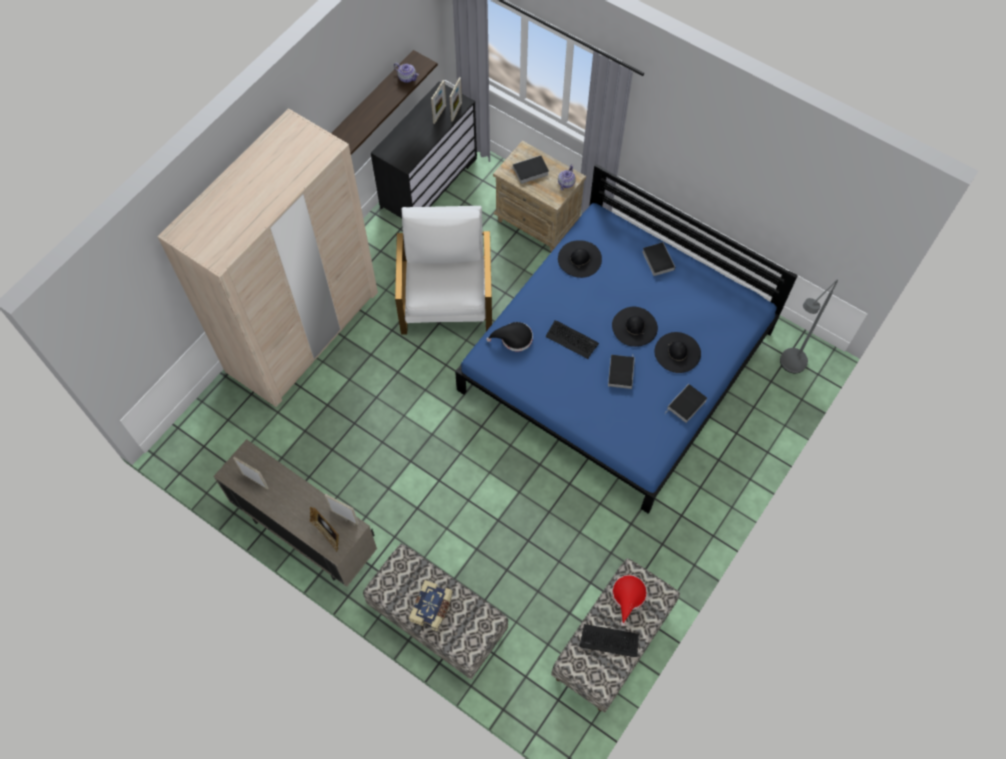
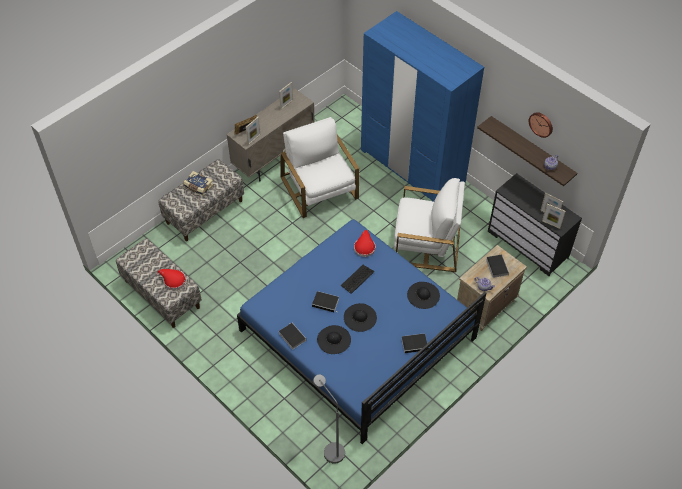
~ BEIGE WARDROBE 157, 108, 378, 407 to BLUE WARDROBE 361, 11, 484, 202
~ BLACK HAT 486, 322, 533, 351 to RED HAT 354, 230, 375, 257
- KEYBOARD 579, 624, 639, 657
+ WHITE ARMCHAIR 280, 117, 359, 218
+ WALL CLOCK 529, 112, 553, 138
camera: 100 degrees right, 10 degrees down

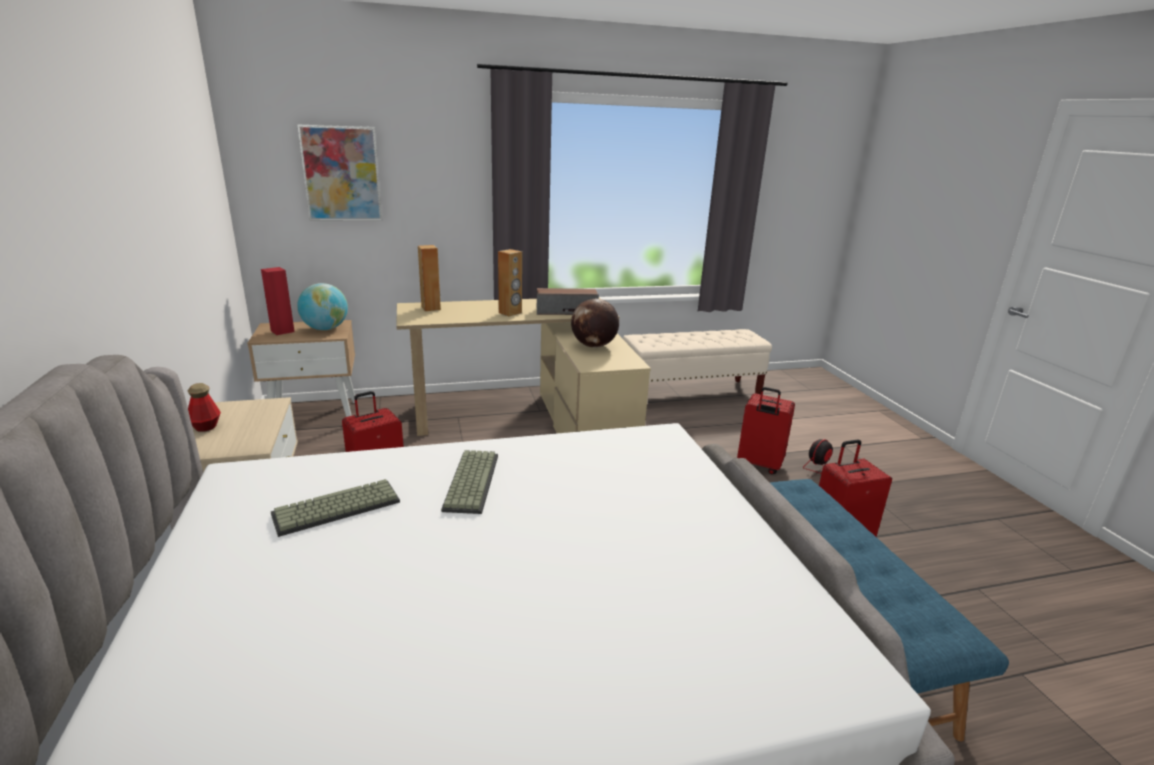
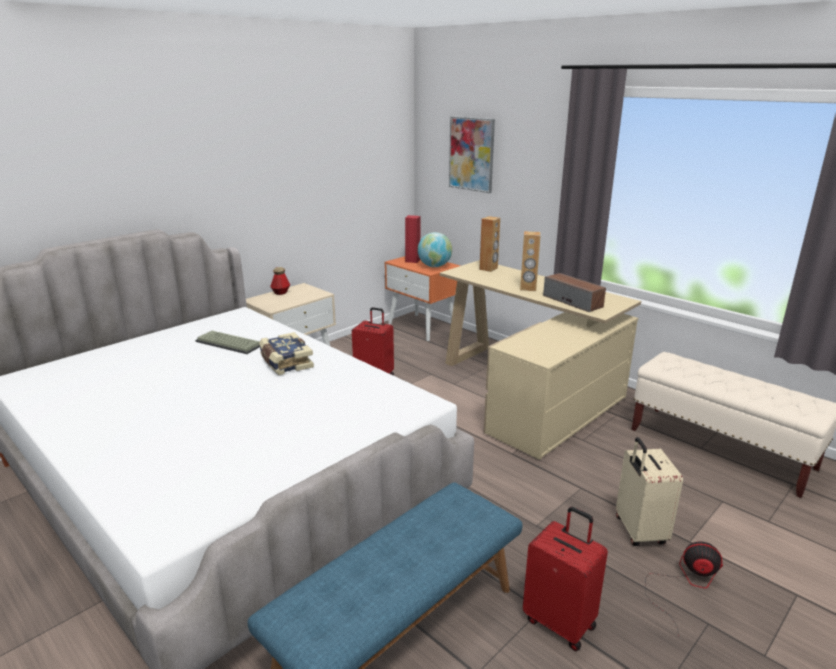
~ BEIGE NIGHTSTAND 247, 320, 355, 417 to ORANGE NIGHTSTAND 385, 256, 460, 341
~ KEYBOARD 441, 450, 498, 514 to BOOK 259, 332, 314, 375
- GLOBE 571, 299, 619, 348
~ RED SUITCASE 737, 387, 795, 475 to BEIGE SUITCASE 616, 437, 683, 546
camera: 60 degrees right, 0 degrees up

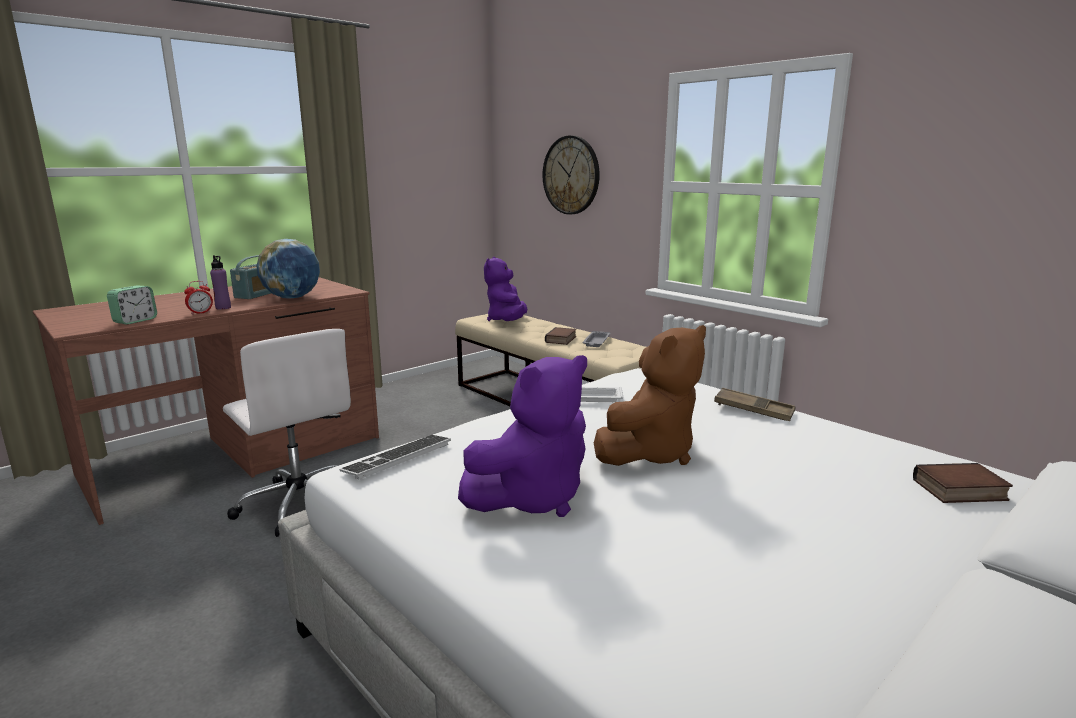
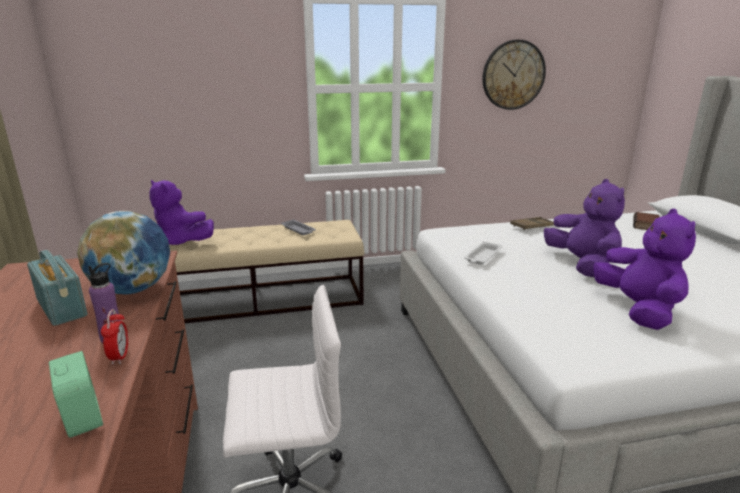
- KEYBOARD 340, 435, 451, 479
~ WALL CLOCK 543, 135, 600, 214 to 482, 40, 546, 110
- BOOK 545, 327, 576, 345
~ BROWN PLUSH TOY 594, 325, 706, 466 to PURPLE PLUSH TOY 544, 179, 625, 277
camera: 60 degrees left, 5 degrees up

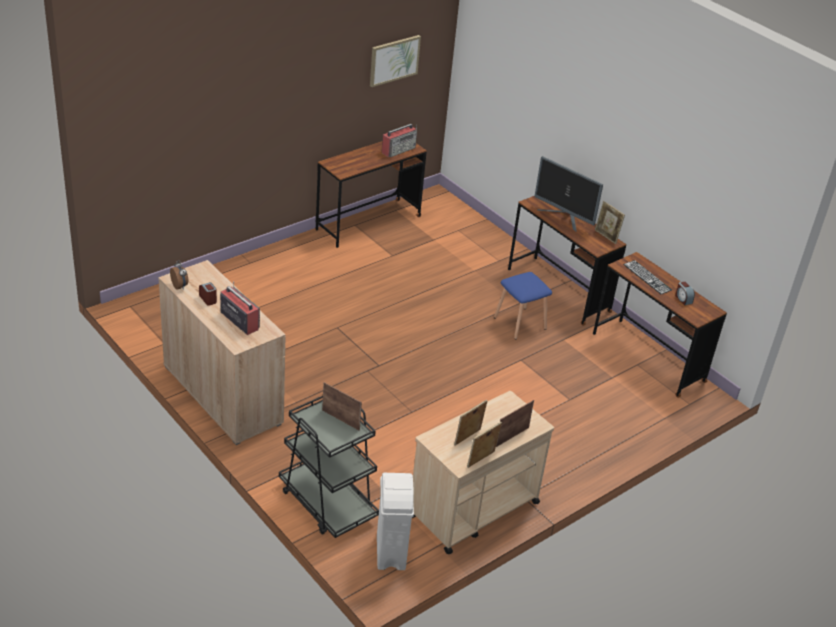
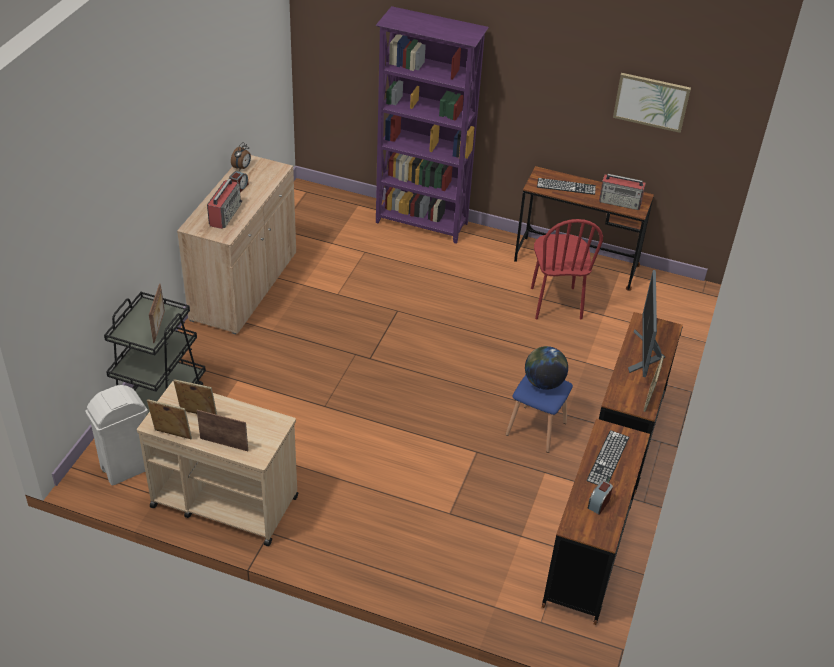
+ PURPLE BOOKCASE 376, 6, 489, 244
+ GLOBE 525, 346, 568, 390
+ RED CHAIR 531, 219, 603, 319
+ KEYBOARD 537, 178, 596, 195
camera: 60 degrees right, 5 degrees up

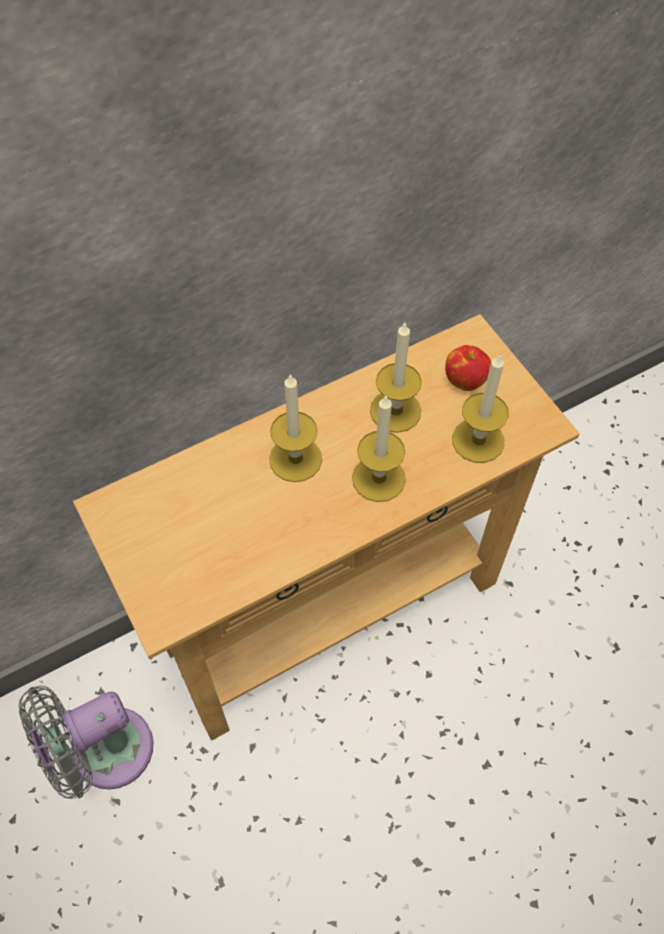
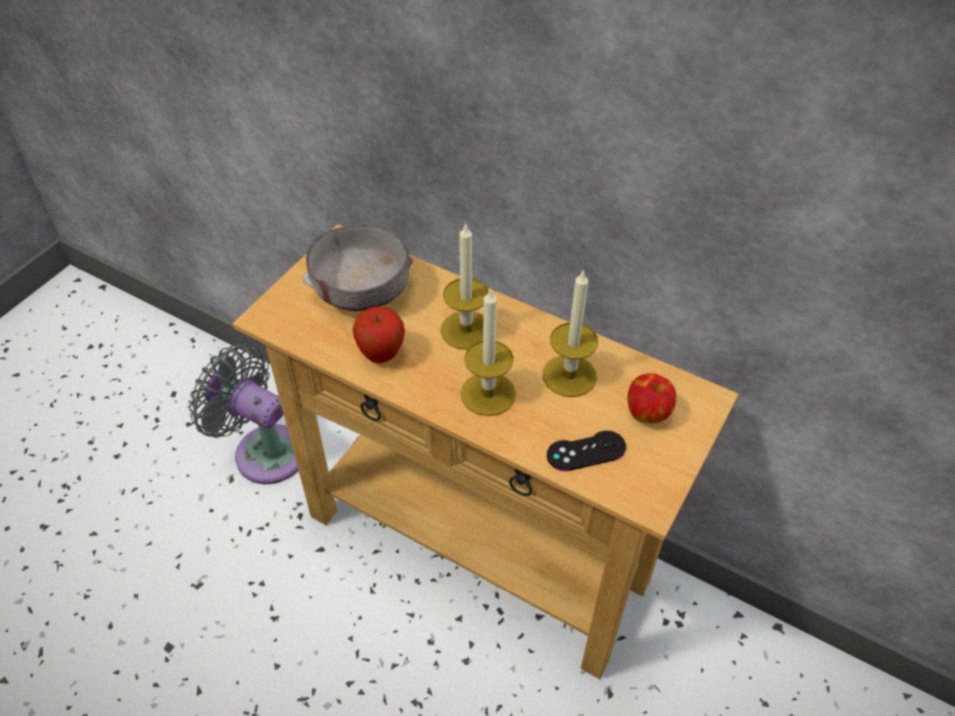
~ CANDLE 452, 355, 509, 463 to BLACK GAME CONTROLLER 547, 431, 626, 471
+ GREY BOWL 303, 224, 413, 311
+ APPLE 353, 306, 405, 363
camera: 60 degrees right, 10 degrees down

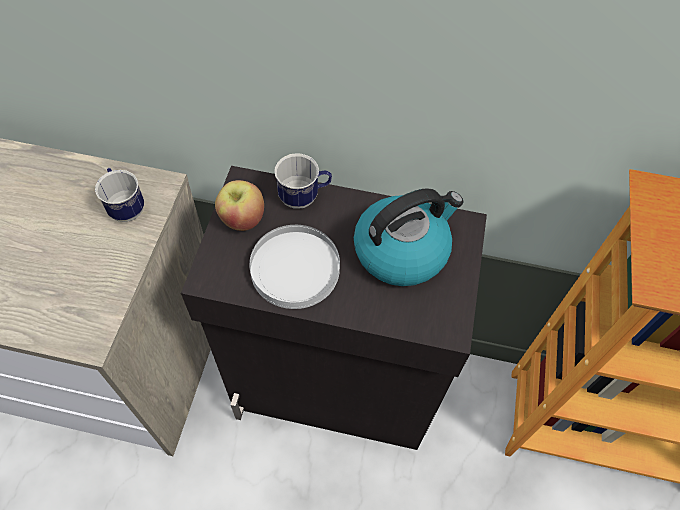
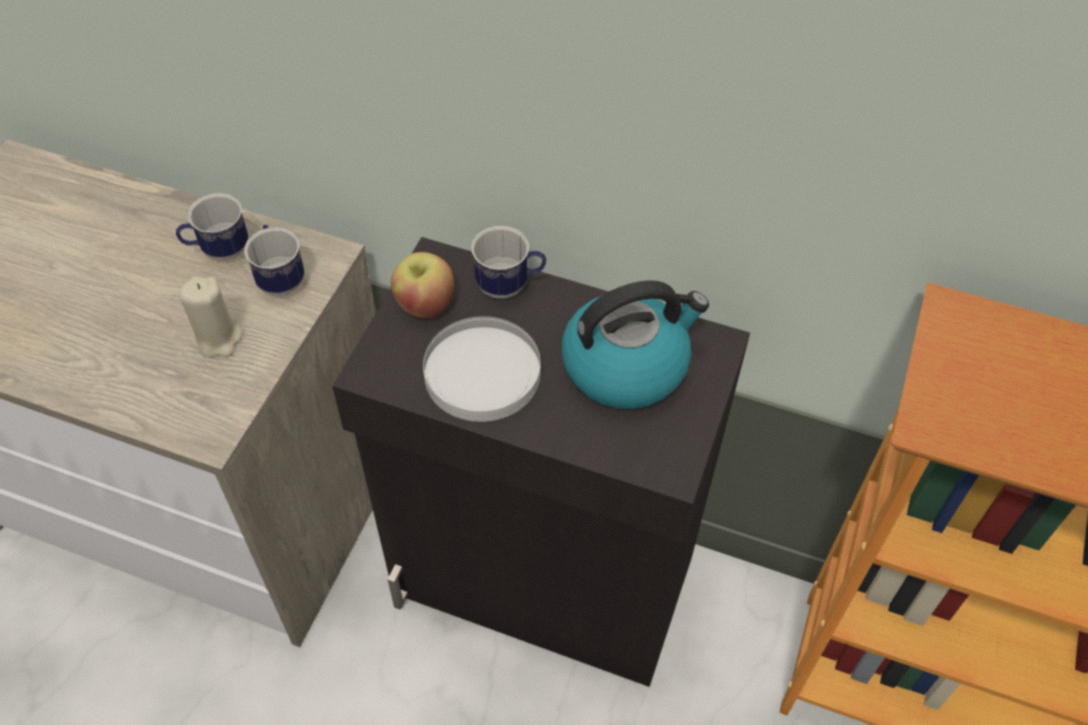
+ MUG 176, 194, 249, 261
+ BEIGE CANDLE 179, 277, 242, 358
camera: 10 degrees right, 5 degrees down

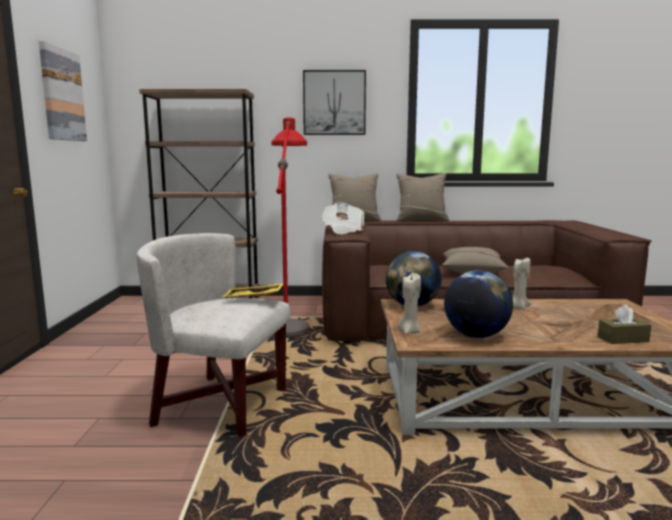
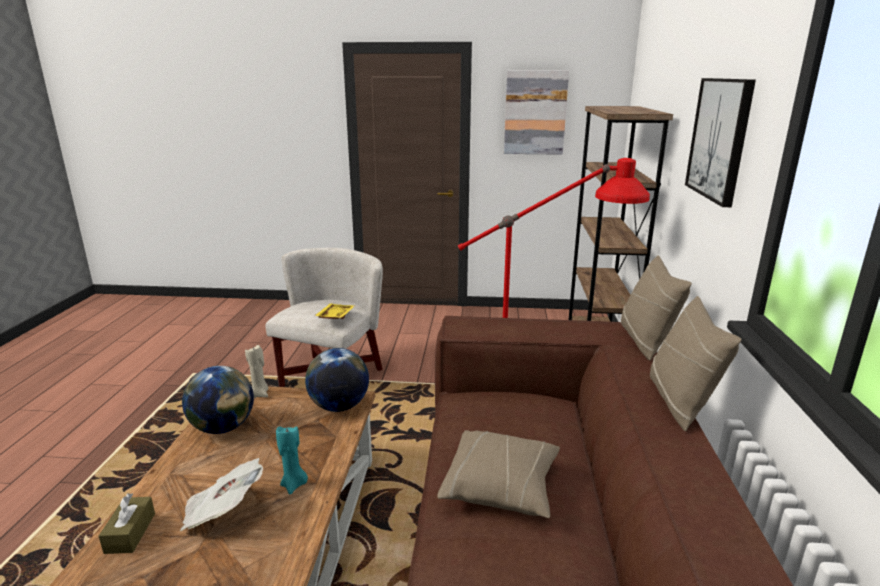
~ NEWSPAPER 321, 202, 365, 234 to 180, 458, 263, 531
~ BEIGE CANDLE 512, 258, 531, 310 to TURQUOISE CANDLE 276, 425, 308, 494
camera: 95 degrees right, 10 degrees up

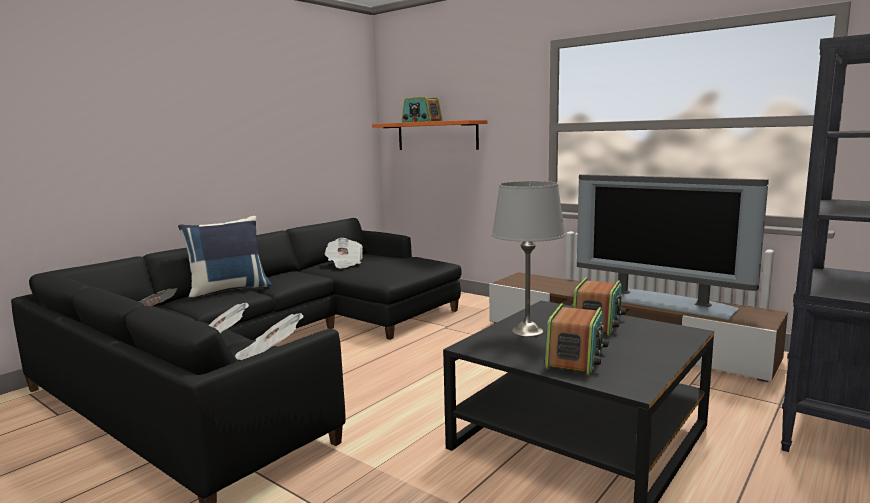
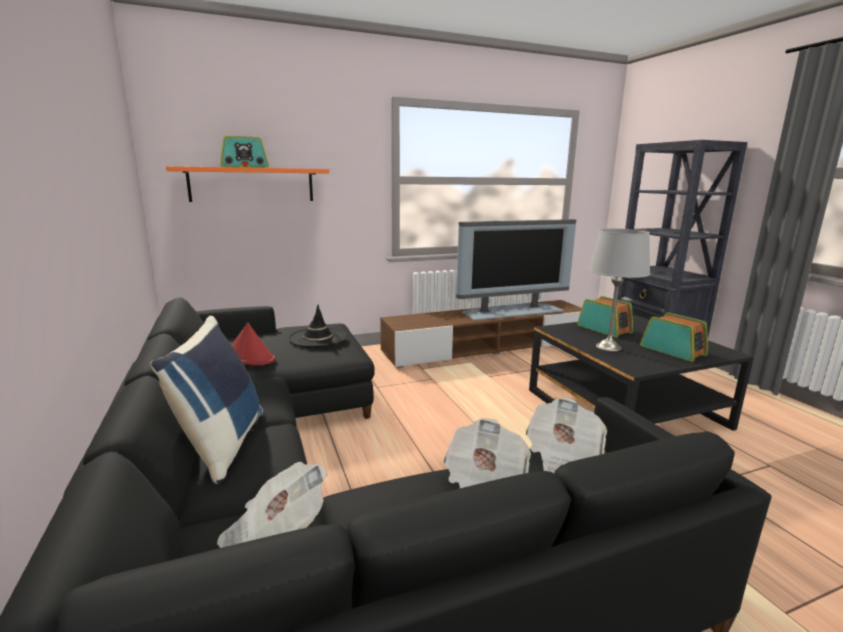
~ NEWSPAPER 324, 238, 363, 269 to RED HAT 232, 323, 275, 365
+ BLACK HAT 288, 305, 347, 347
camera: 60 degrees left, 5 degrees up

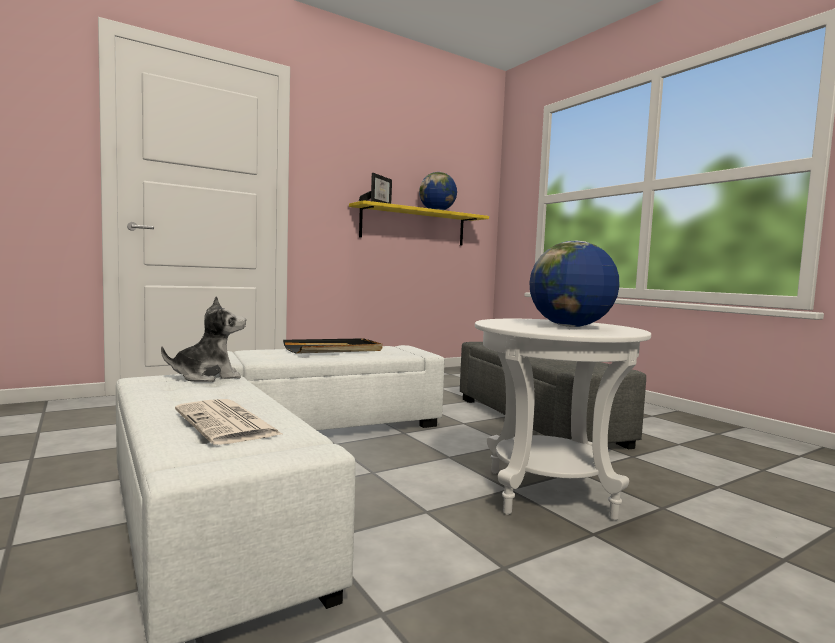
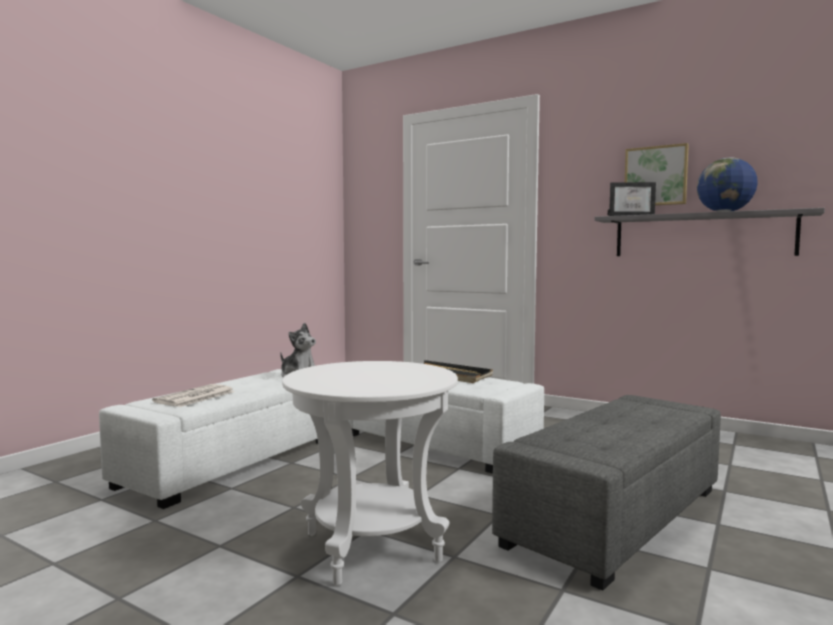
~ YELLOW SHELF 349, 200, 489, 246 to GREY SHELF 594, 208, 825, 256
- GLOBE 529, 241, 620, 327
+ PICTURE 625, 143, 689, 205
camera: 65 degrees right, 0 degrees up

